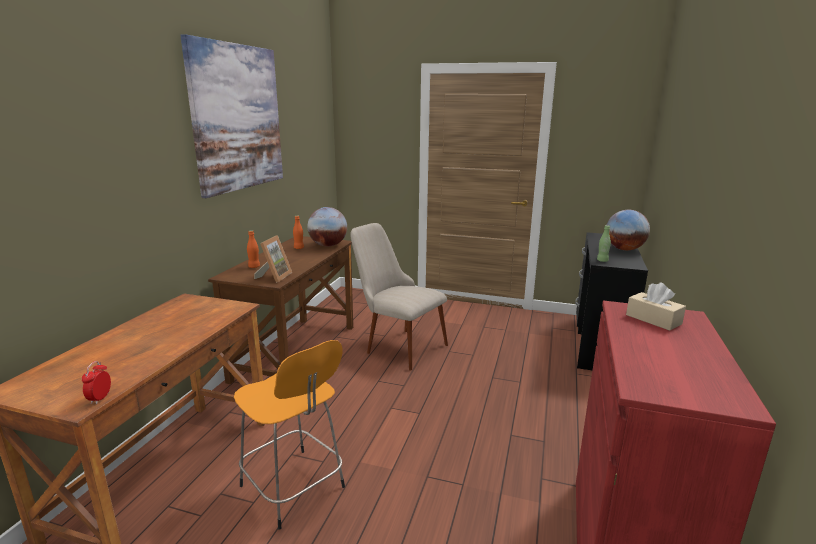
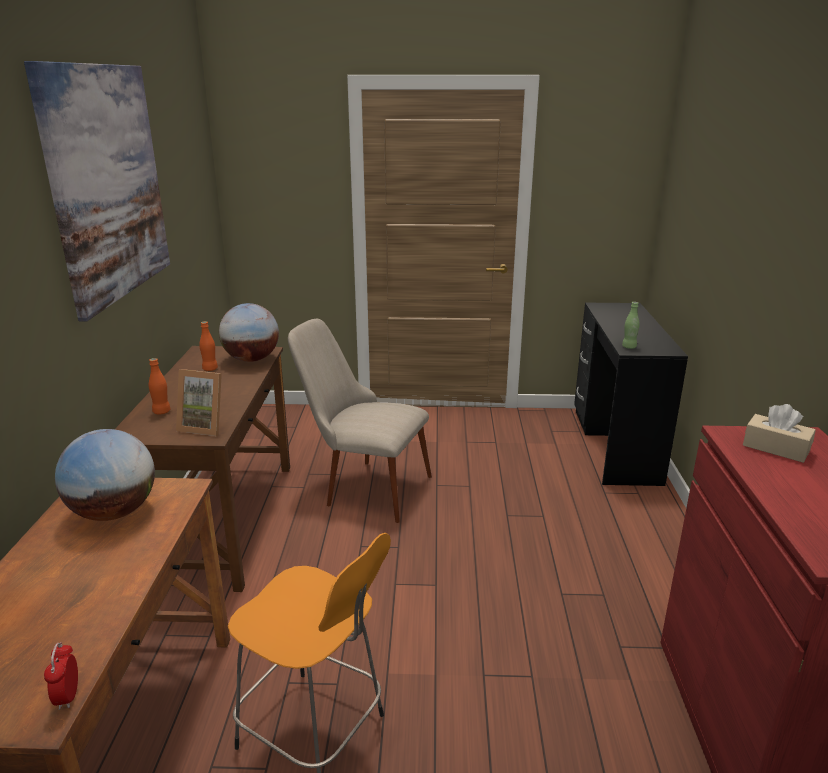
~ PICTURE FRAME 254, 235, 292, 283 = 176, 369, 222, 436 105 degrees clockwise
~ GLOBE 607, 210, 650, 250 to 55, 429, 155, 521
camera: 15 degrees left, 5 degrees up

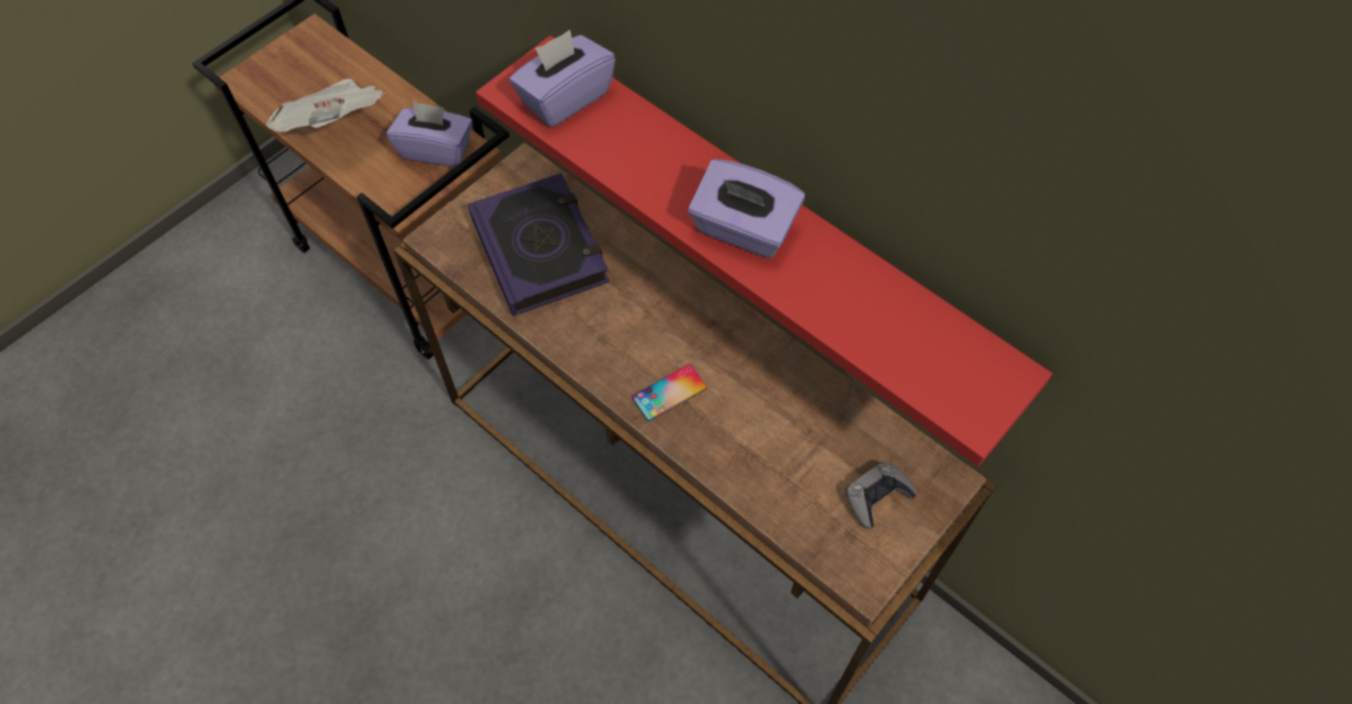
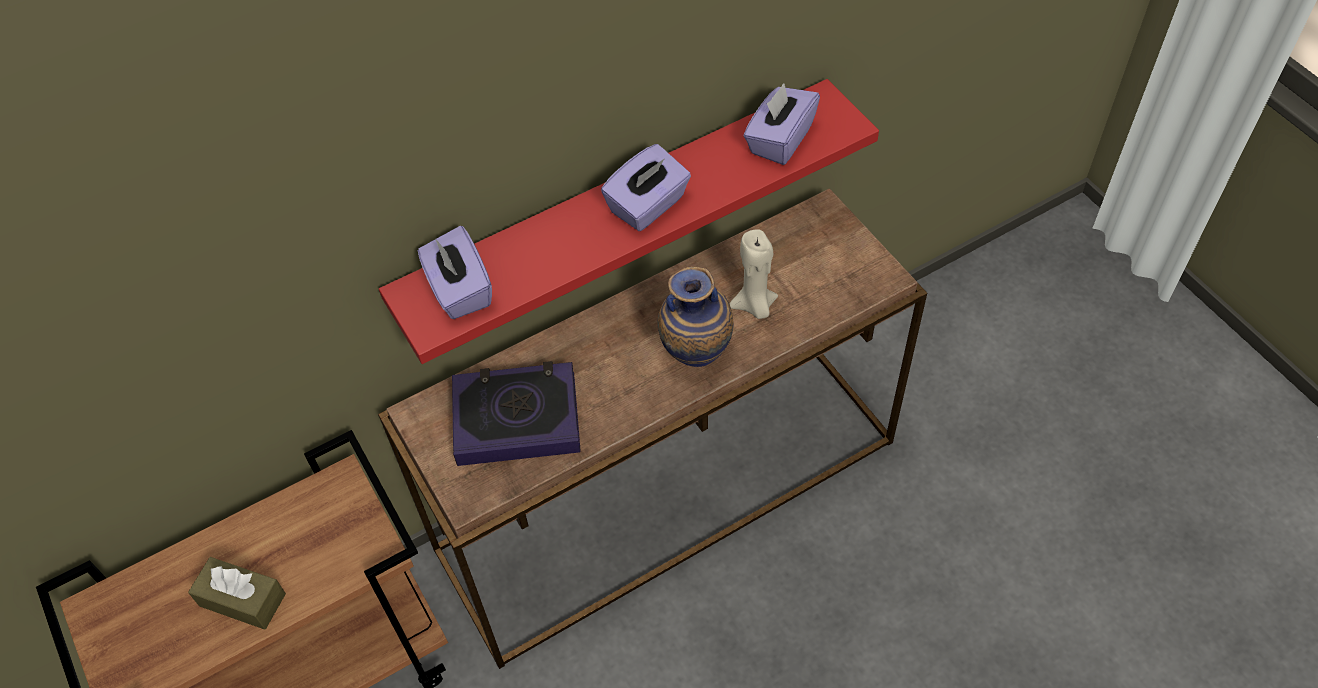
~ NEWSPAPER 265, 79, 386, 132 to BROWN TISSUE BOX 188, 557, 286, 630
~ PURPLE TISSUE BOX 386, 101, 473, 167 to 744, 83, 820, 165
~ PHONE 632, 364, 707, 421 to VASE 657, 267, 734, 367
- GREY GAME CONTROLLER 845, 462, 916, 529
+ BEIGE CANDLE 730, 230, 778, 319
camera: 70 degrees left, 5 degrees down

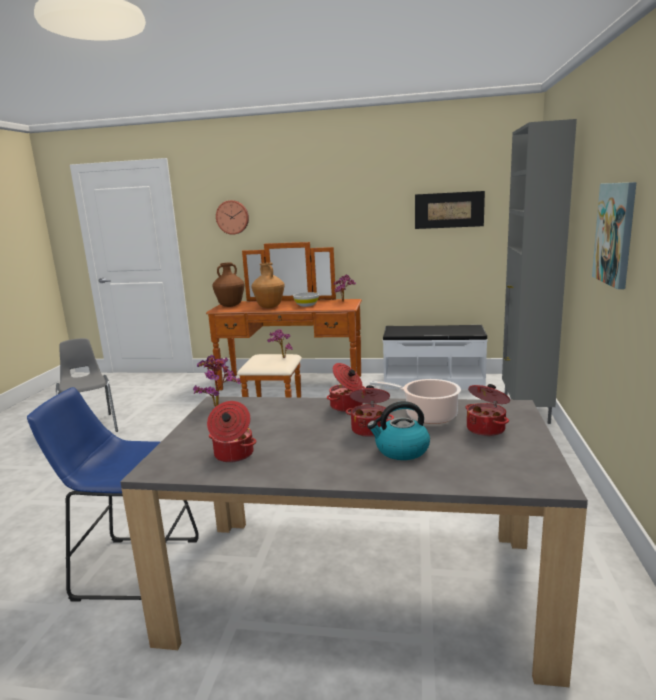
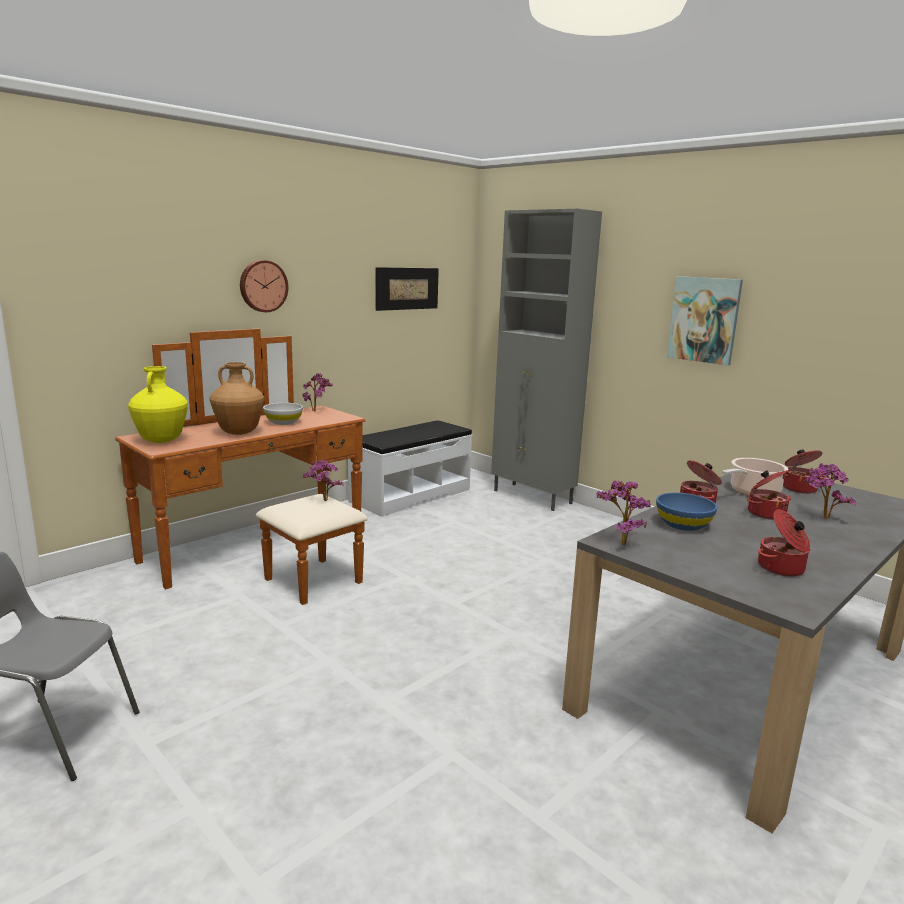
- BLUE STOOL 27, 387, 199, 602
~ BROWN VASE 212, 263, 244, 307 to YELLOW VASE 128, 366, 188, 443
~ WALL CLOCK 216, 200, 249, 235 to 240, 260, 288, 312
~ KETTLE 367, 401, 430, 460 to POTTED PLANT 804, 463, 856, 519
+ BLUE BOWL 656, 493, 717, 531
camera: 55 degrees left, 0 degrees up

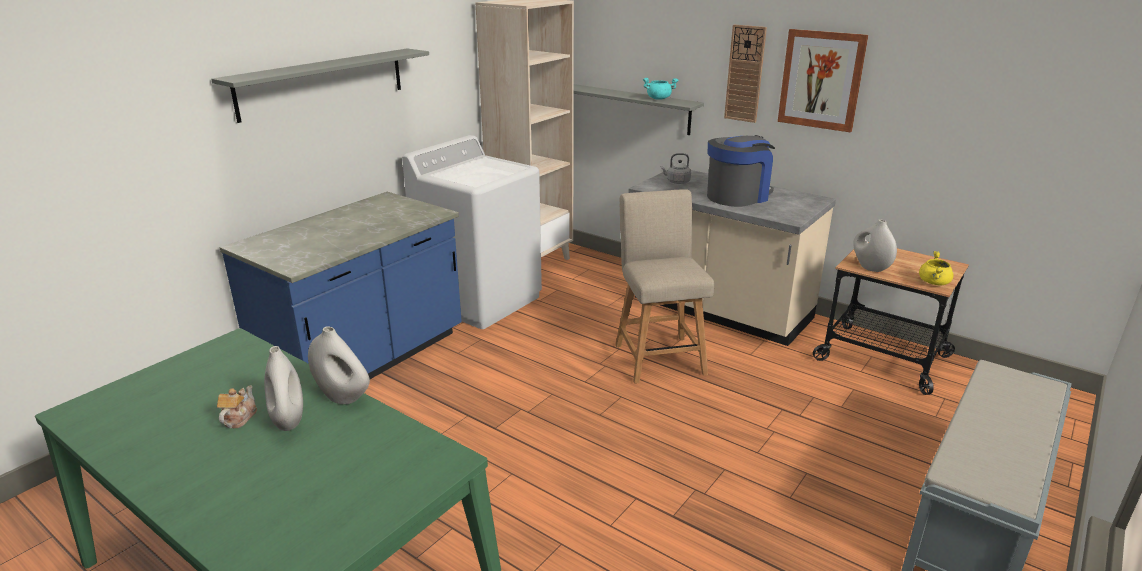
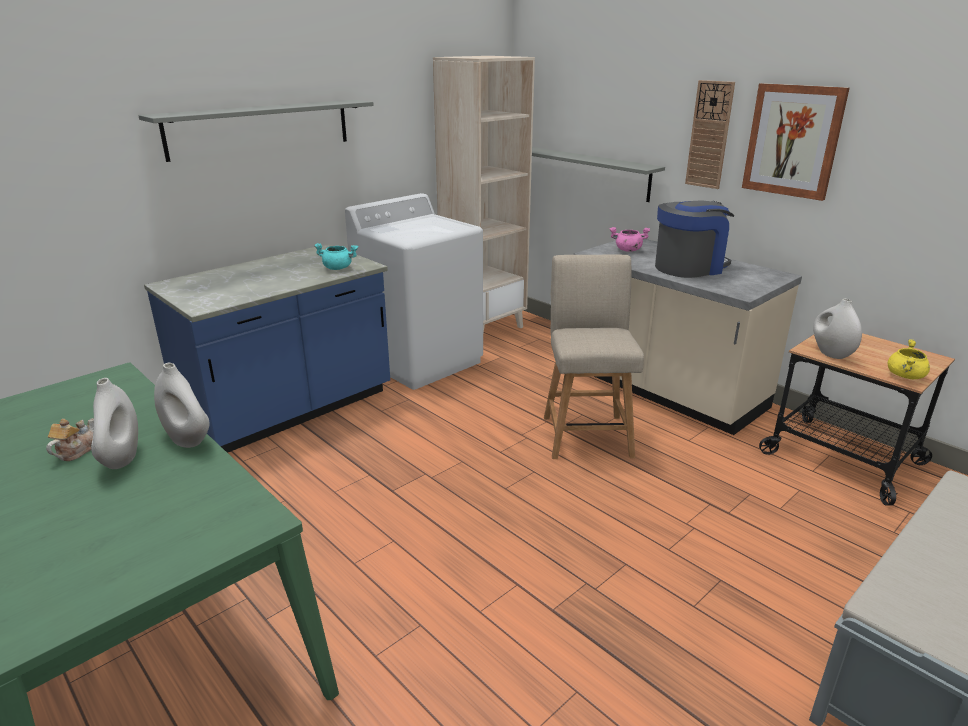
~ TURQUOISE COOKING POT 643, 78, 679, 100 to 314, 243, 358, 270
~ GREY KETTLE 661, 153, 691, 184 to PINK COOKING POT 610, 227, 650, 252
camera: 10 degrees right, 0 degrees up

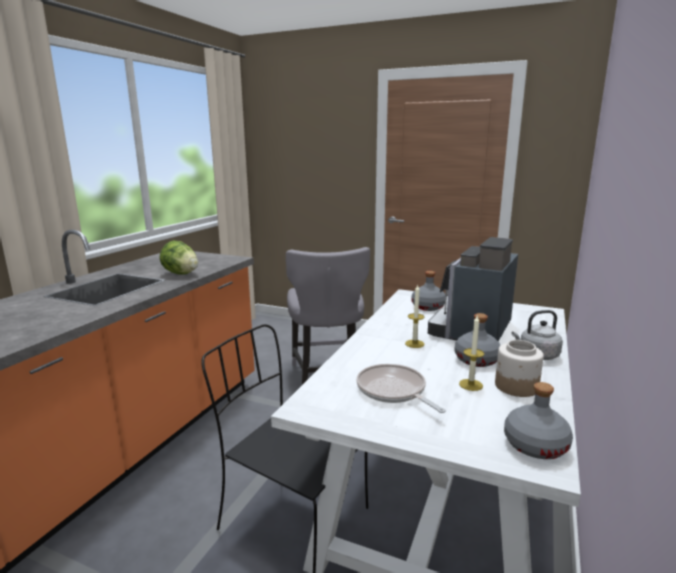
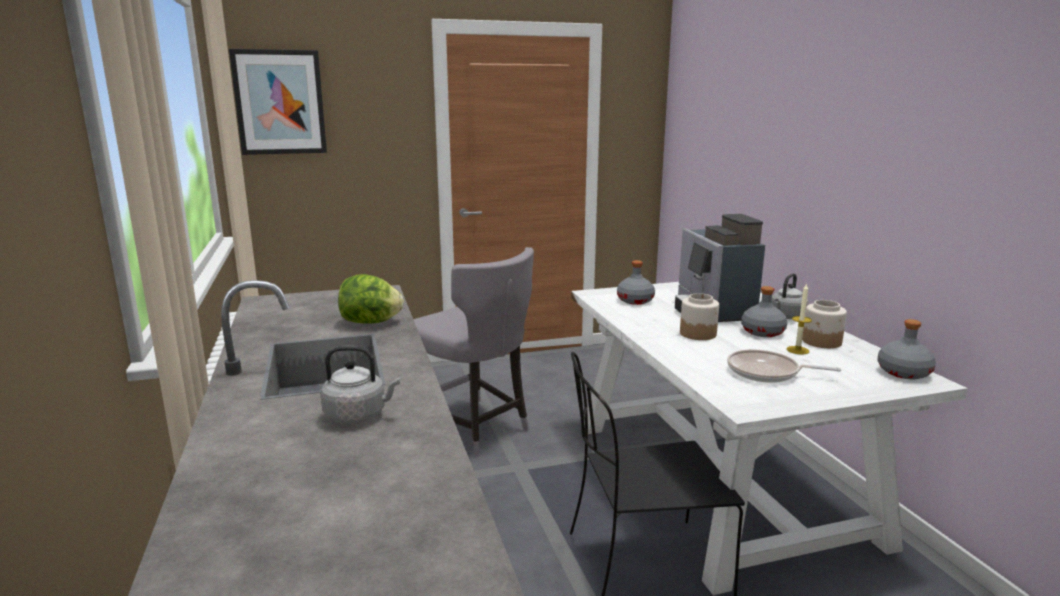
~ CANDLE 405, 285, 425, 348 to JAR 680, 293, 719, 340
+ PICTURE 229, 49, 327, 155
+ GREY KETTLE 321, 346, 400, 424
camera: 40 degrees left, 0 degrees up

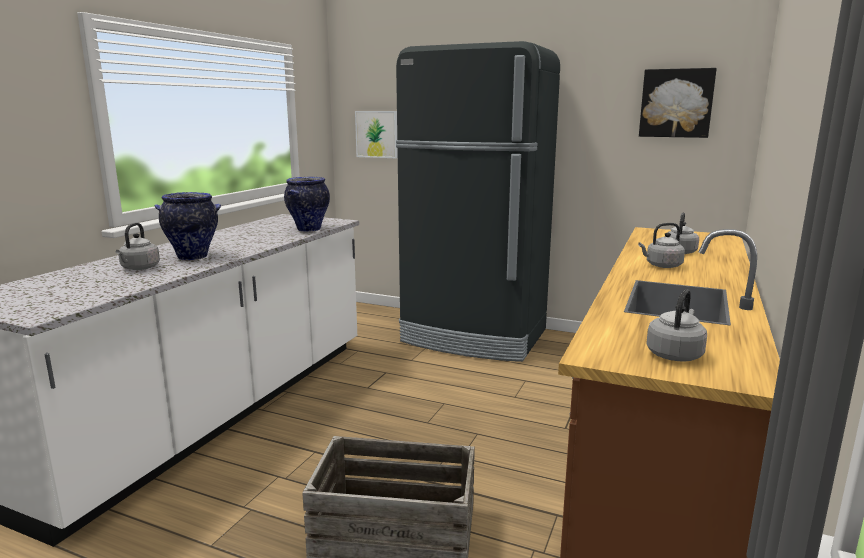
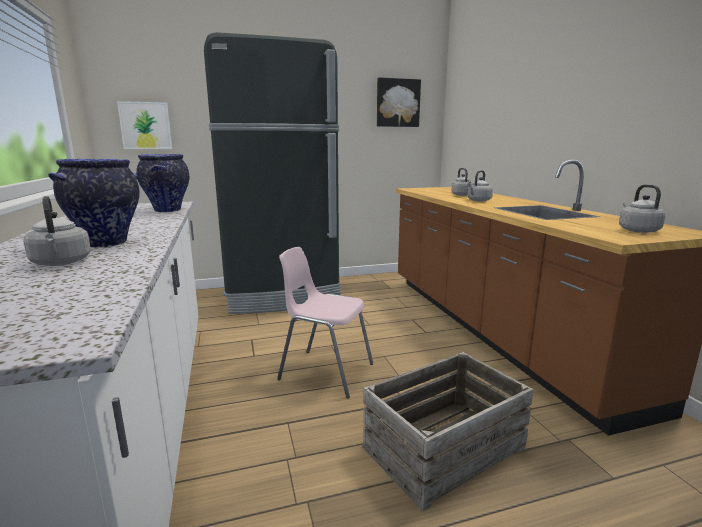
+ PINK CHAIR 277, 247, 373, 398
camera: 40 degrees left, 0 degrees up

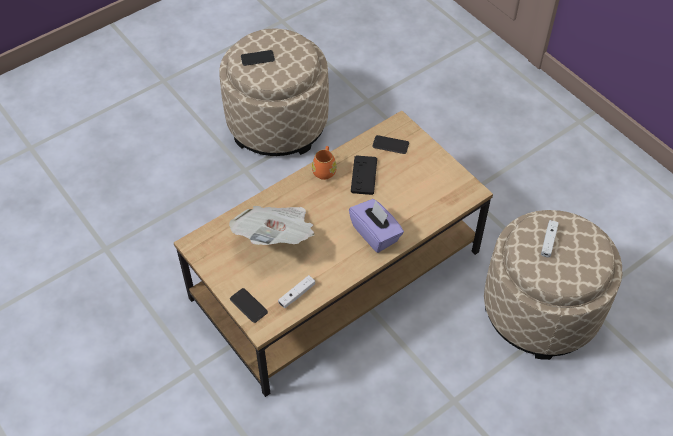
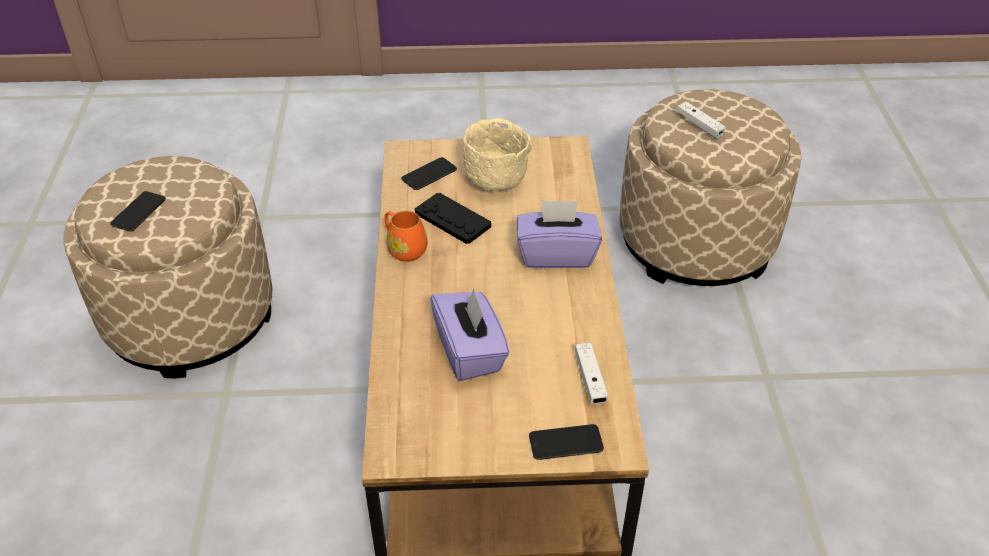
~ NEWSPAPER 229, 206, 315, 245 to PURPLE TISSUE BOX 430, 289, 510, 381
+ BEIGE BOWL 463, 118, 532, 192
camera: 55 degrees left, 10 degrees down

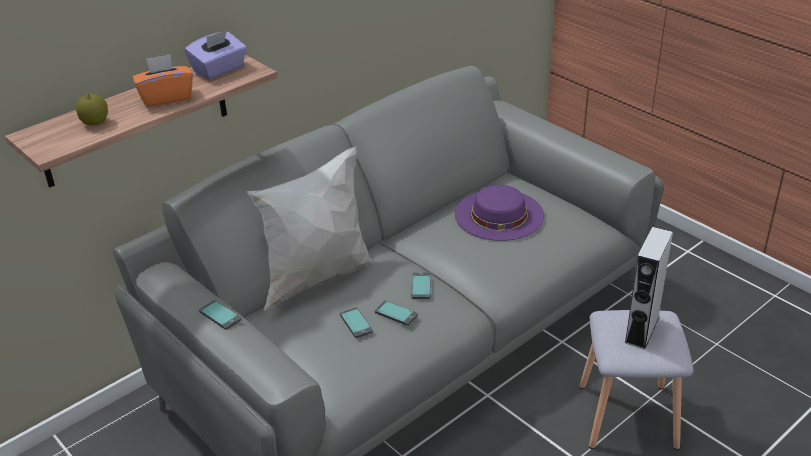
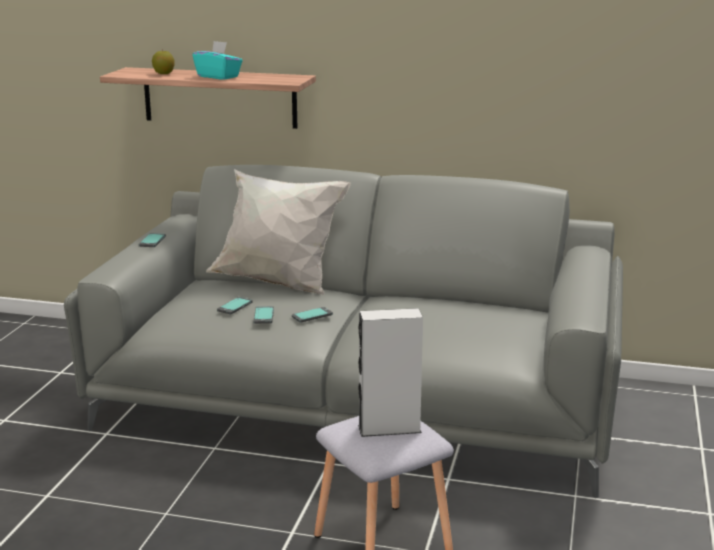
~ ORANGE TISSUE BOX 133, 54, 193, 107 to TURQUOISE TISSUE BOX 192, 41, 243, 80
- PURPLE TISSUE BOX 185, 30, 247, 80
- PURPLE HAT 455, 185, 544, 241
camera: 55 degrees right, 15 degrees down

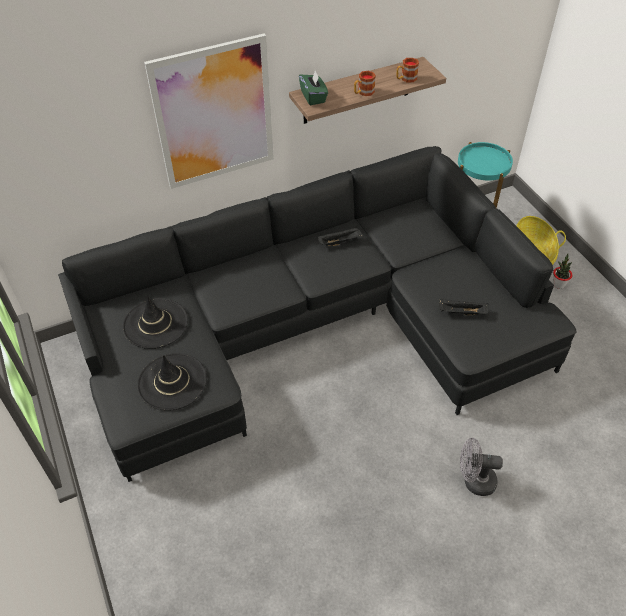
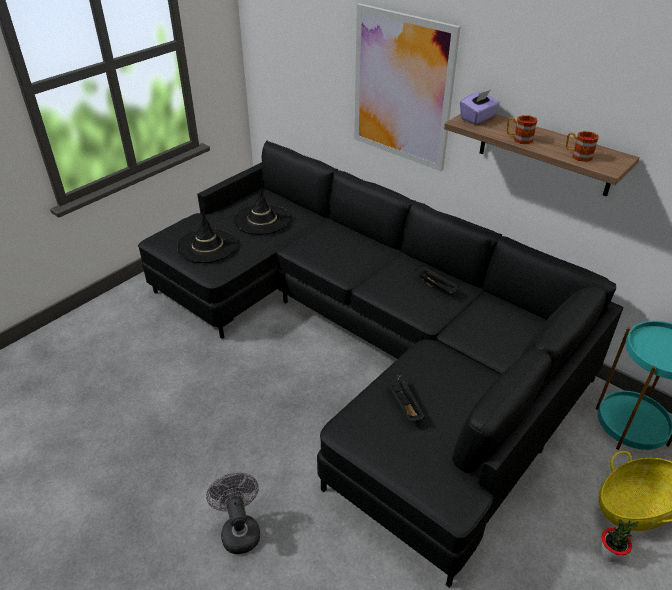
~ GREEN TISSUE BOX 299, 71, 328, 105 to PURPLE TISSUE BOX 460, 90, 500, 124
camera: 65 degrees right, 10 degrees down

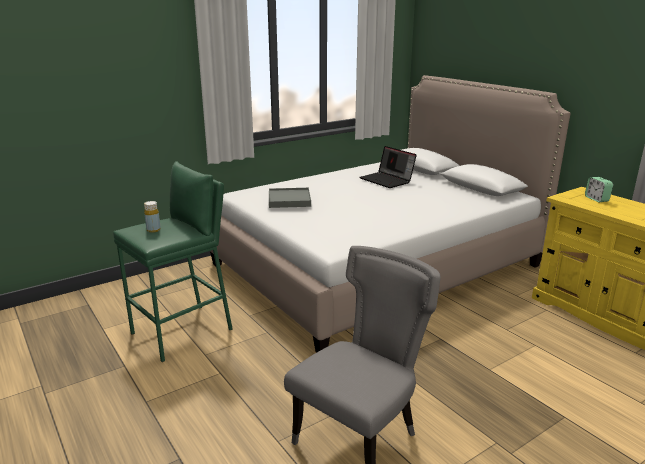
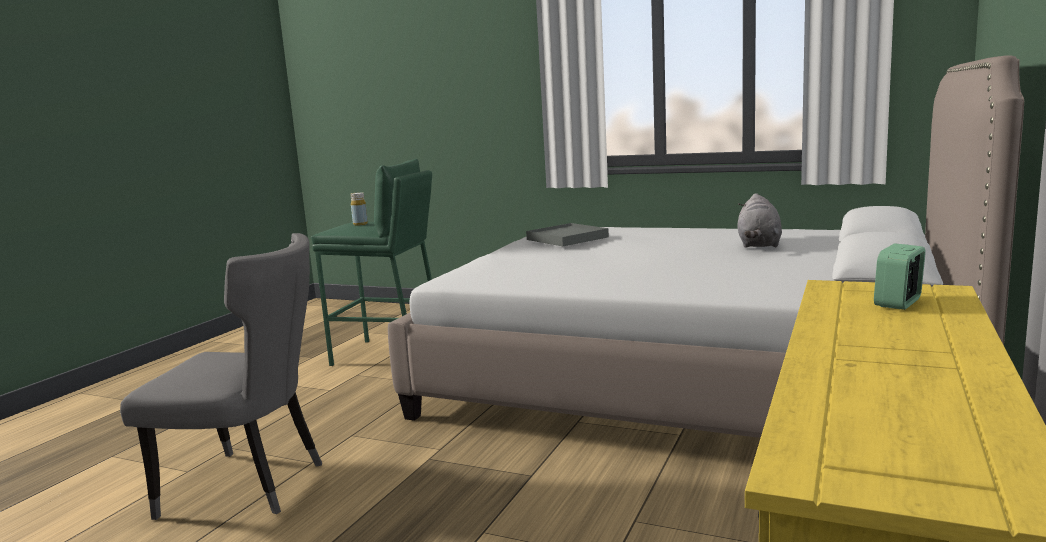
~ LAPTOP 360, 146, 417, 188 to GREY PLUSH TOY 737, 193, 782, 248
camera: 60 degrees right, 10 degrees down

